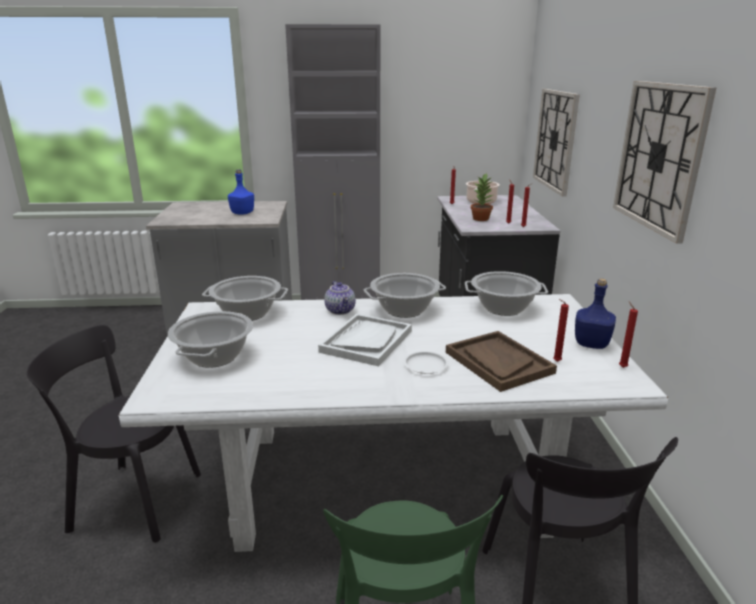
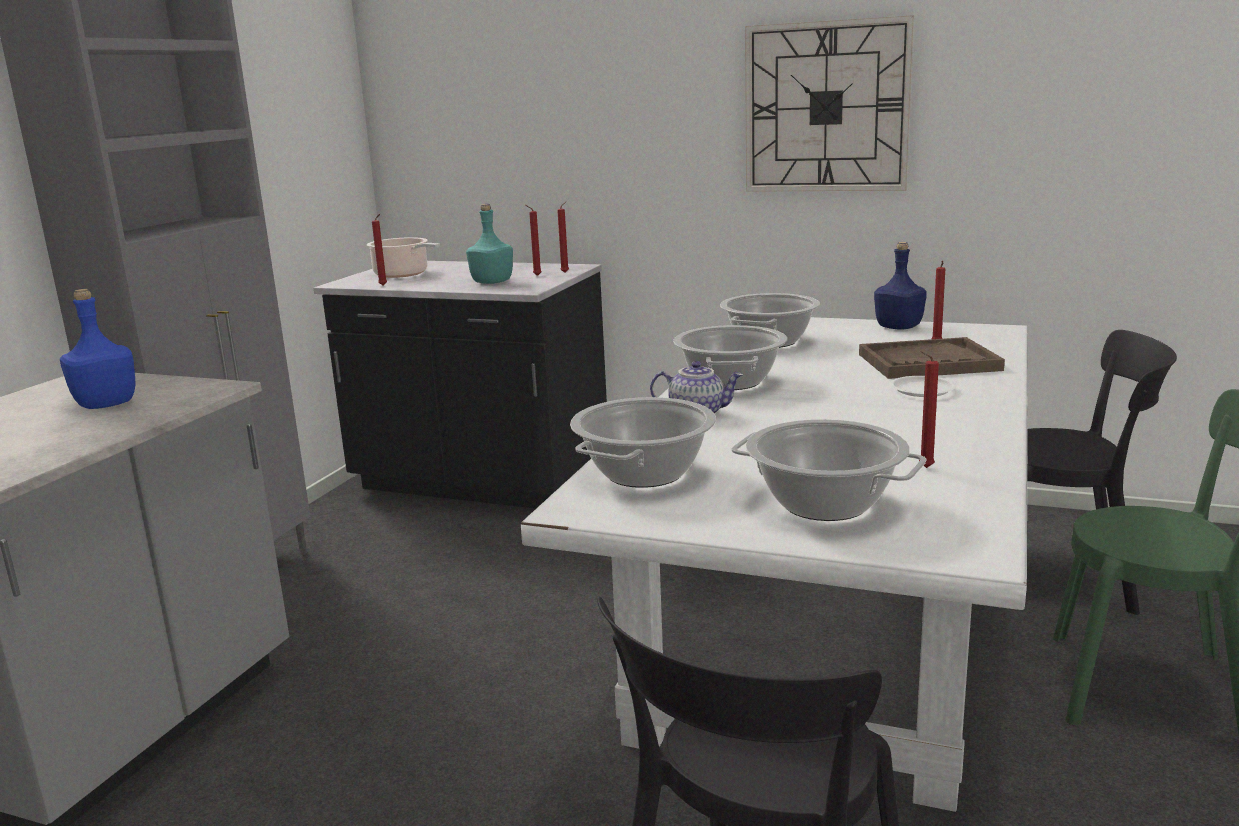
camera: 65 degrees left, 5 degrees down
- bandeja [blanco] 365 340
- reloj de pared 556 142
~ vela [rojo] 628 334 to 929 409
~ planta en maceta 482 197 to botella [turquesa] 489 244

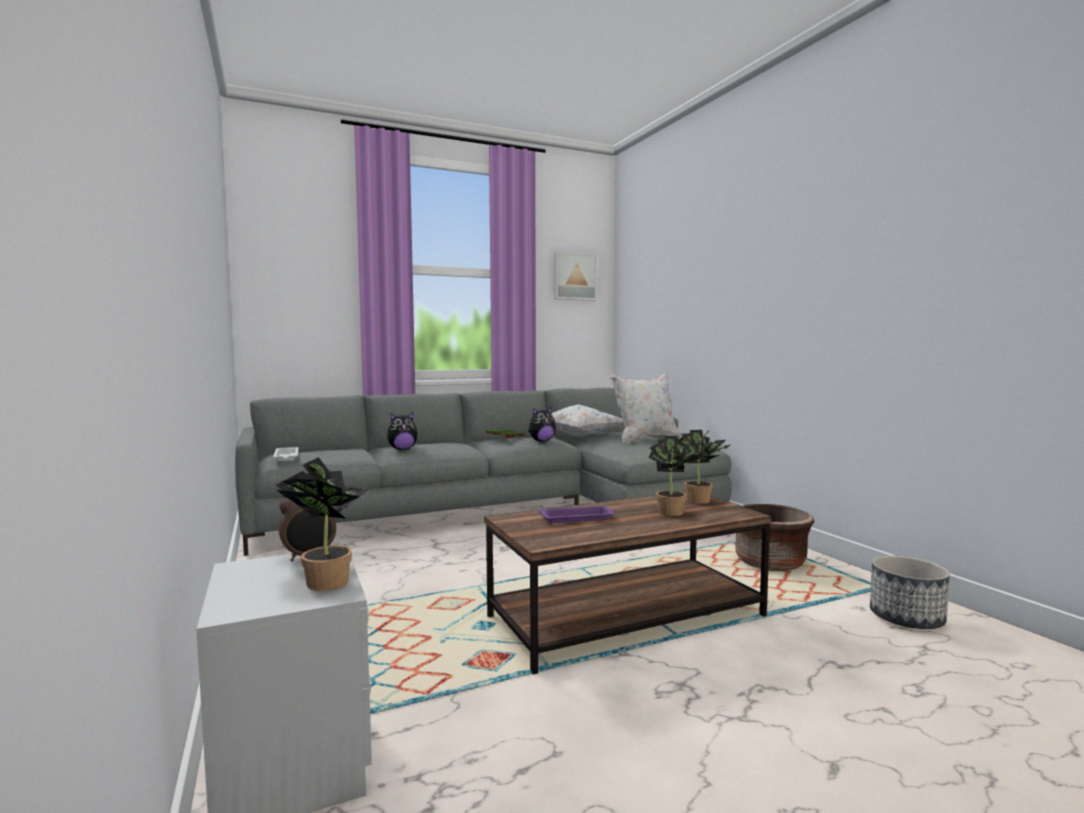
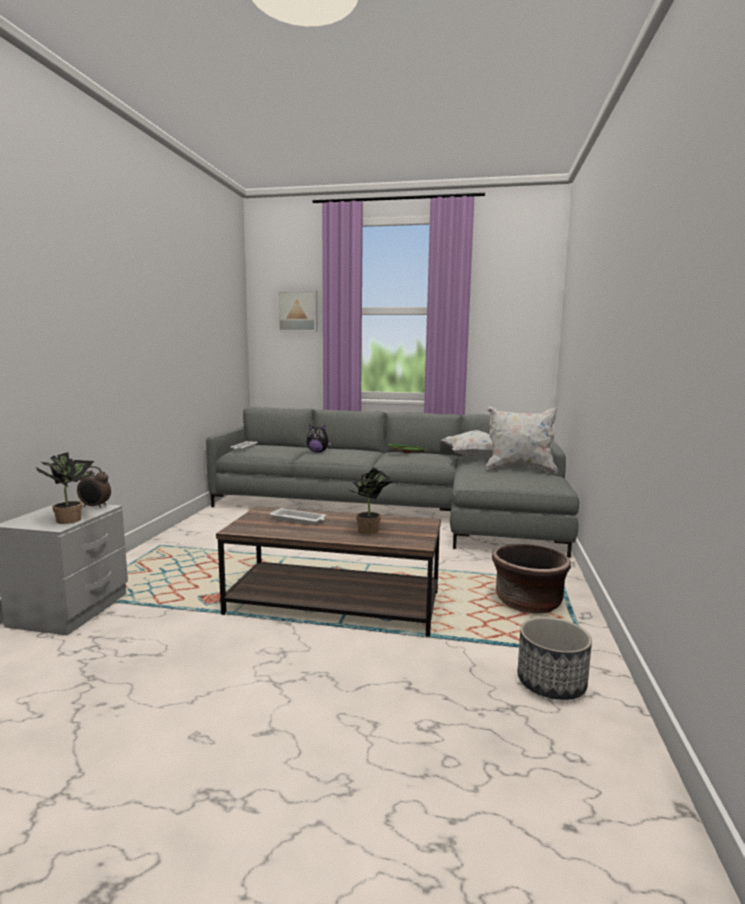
camera: 35 degrees right, 5 degrees up
- peluche 542 424
- planta en maceta 704 467
~ cuadro 575 276 to 297 311
~ bandeja [morado] 576 514 to bandeja [blanco] 297 516

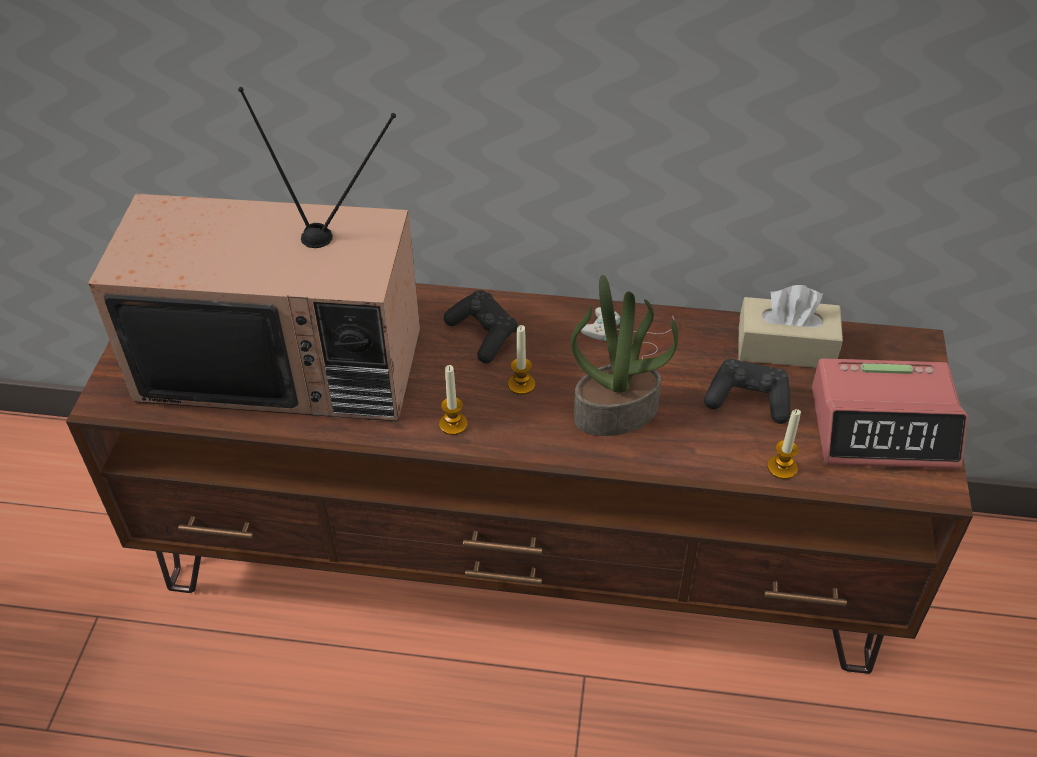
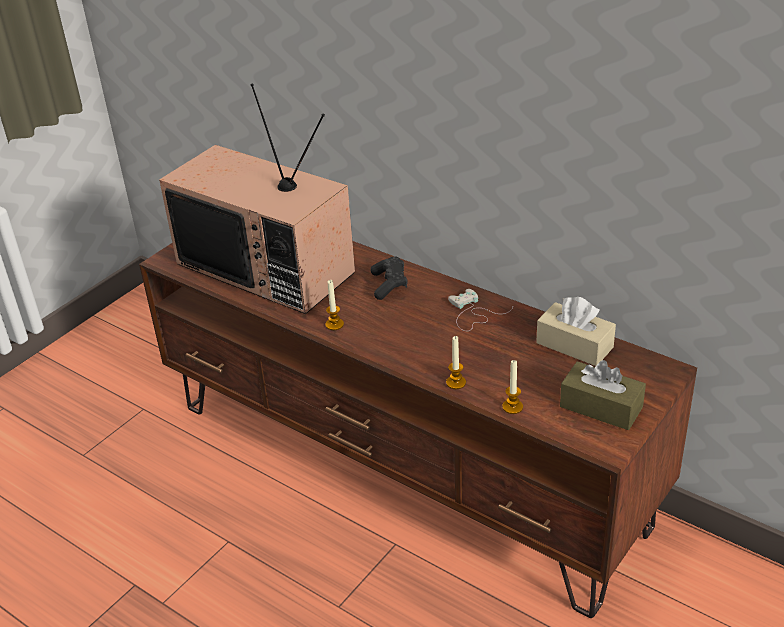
camera: 30 degrees right, 10 degrees down
- planta en maceta 624 355
- mando de consola [negro] 747 391
~ vela 521 360 to 456 362
~ despertador 890 413 to caja de pañuelos [marrón] 603 395

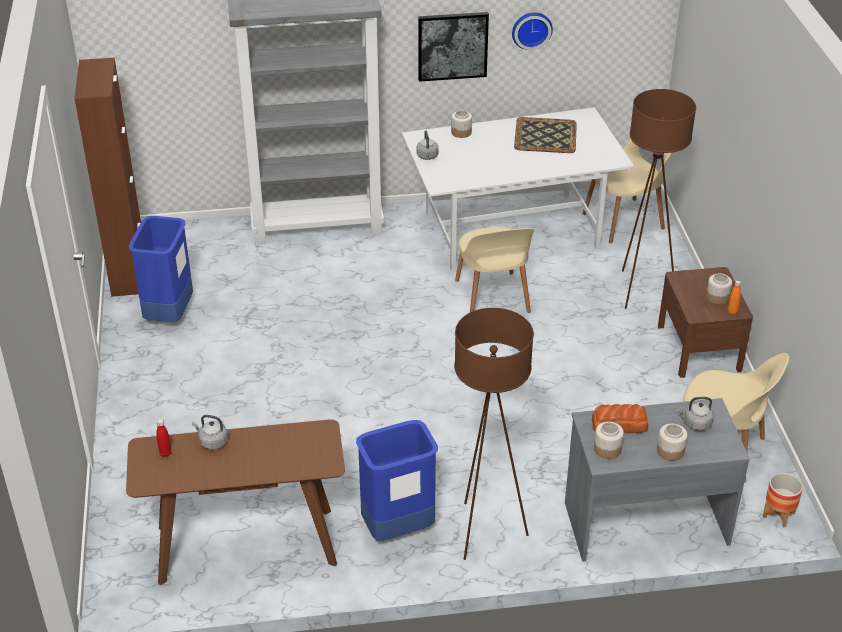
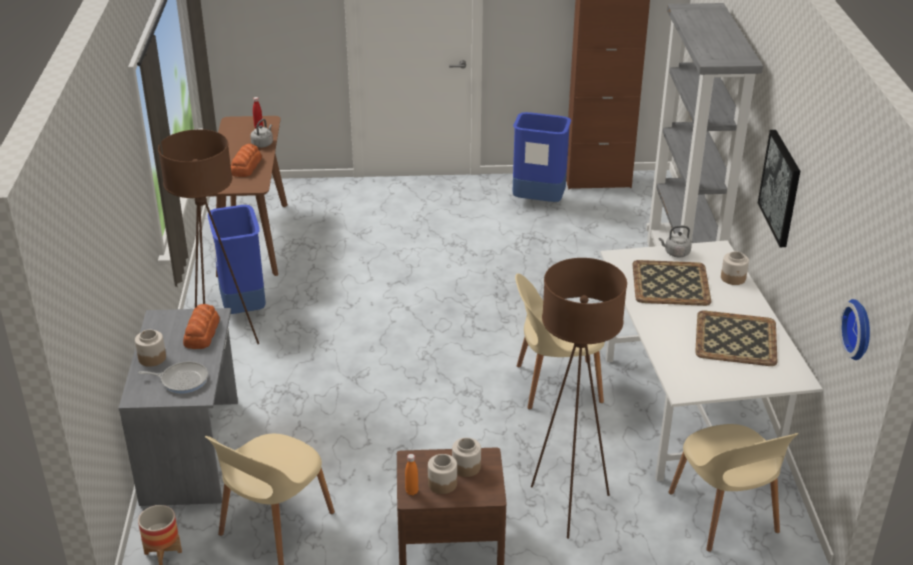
camera: 95 degrees right, 5 degrees down
+ pan 246 160
+ bandeja 671 283
~ reloj de pared 532 31 to 854 329
~ tarro 609 440 to 466 457
~ hervidor [gris] 695 414 to sartén 173 377

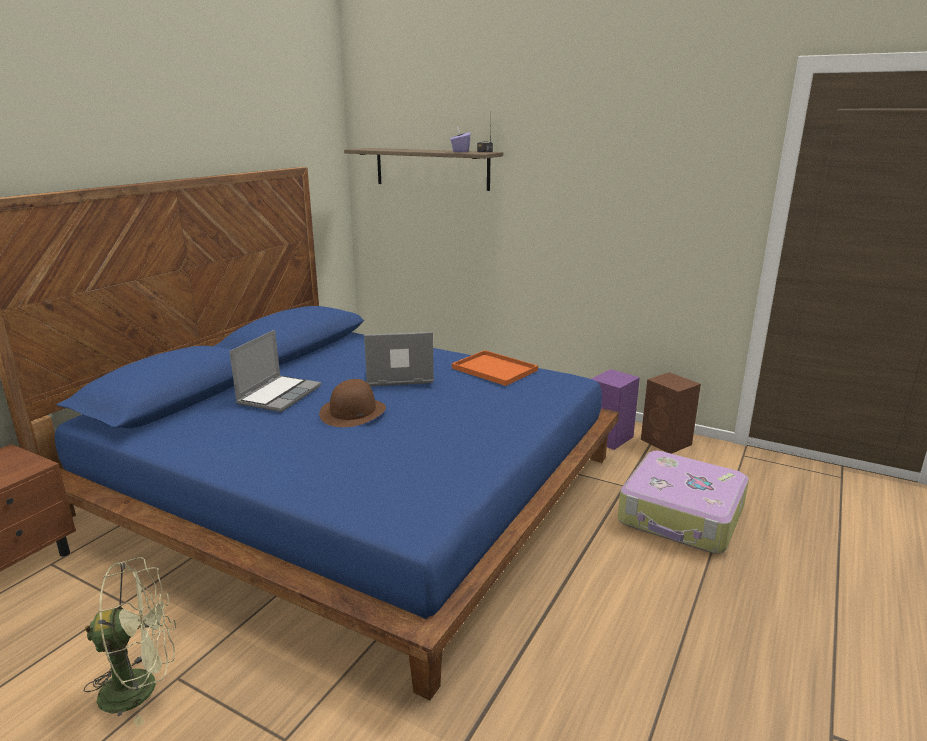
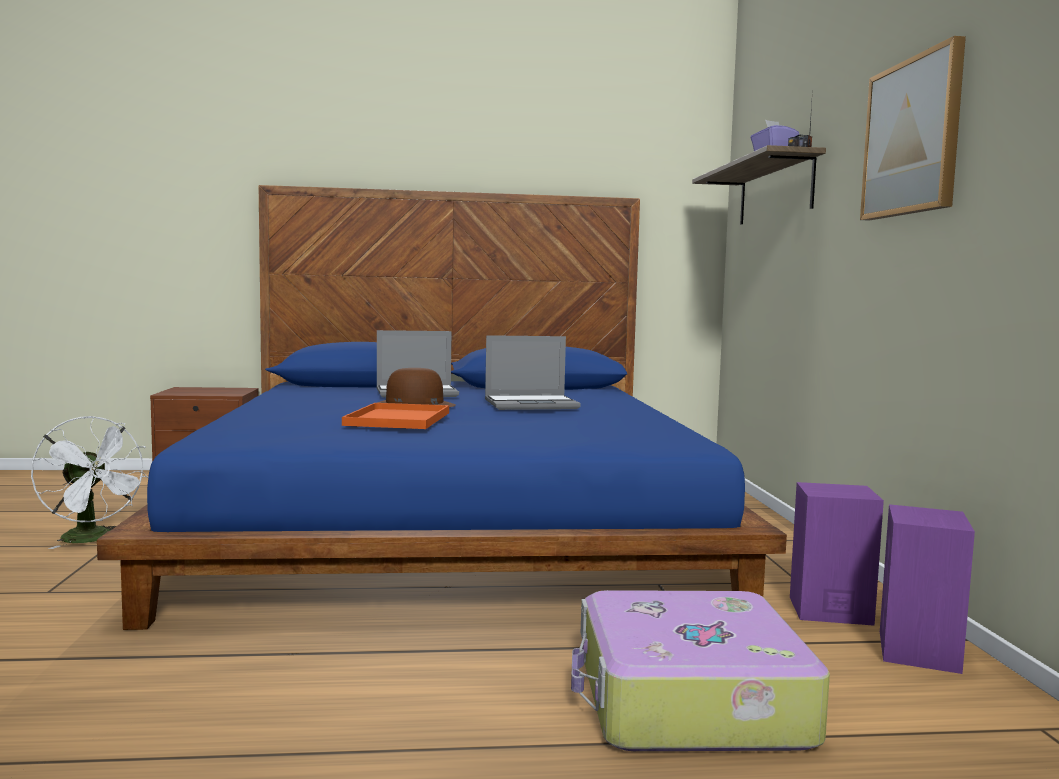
camera: 55 degrees right, 15 degrees down
+ cuadro 913 128
~ bandeja [naranja] 495 368 to 395 416
~ ventilador [verde] 130 642 to ventilador [blanco] 89 482
~ altavoz [marrón] 671 413 to altavoz [morado] 927 589
~ portátil 399 359 = 533 372 120 degrees clockwise

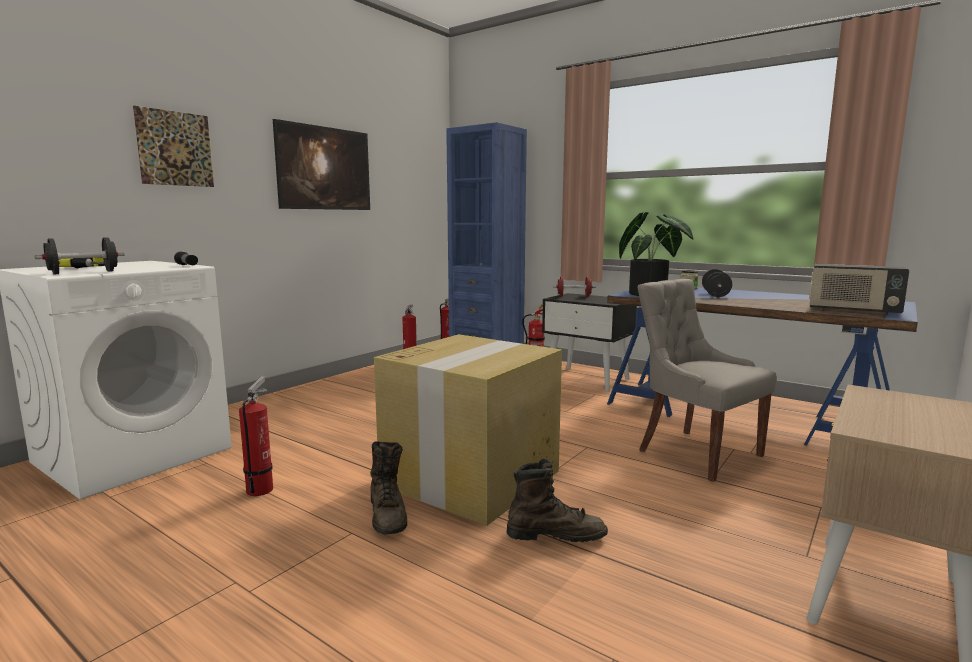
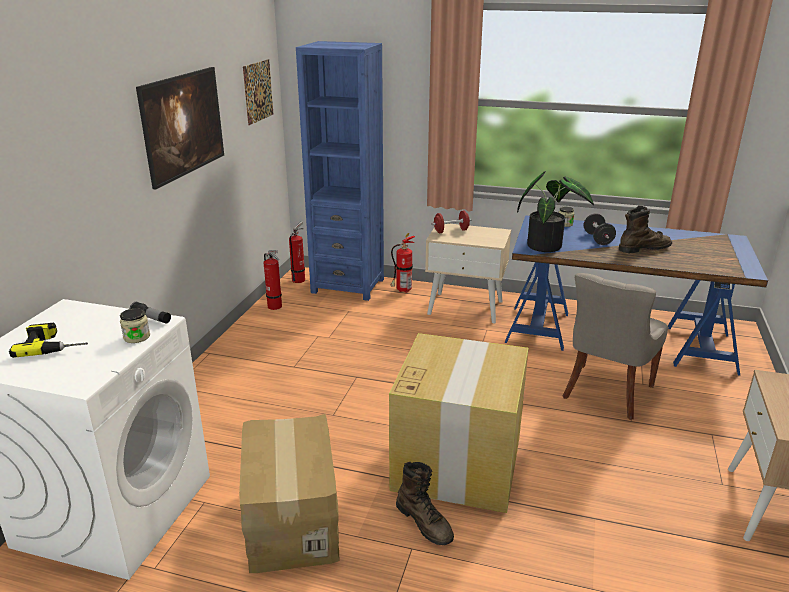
camera: 20 degrees left, 15 degrees up
- mancuerna [negro] 79 255
- radio 859 289
+ tarro 135 325
~ cuadro 173 146 to 258 92
~ bota [marrón] 557 500 to 645 229
~ extintor 256 436 to caja de cartón 289 493
~ mesita de noche [negro] 589 342 to mesita de noche [beis] 468 273
~ silla [gris] 707 380 = 615 346 90 degrees counterclockwise

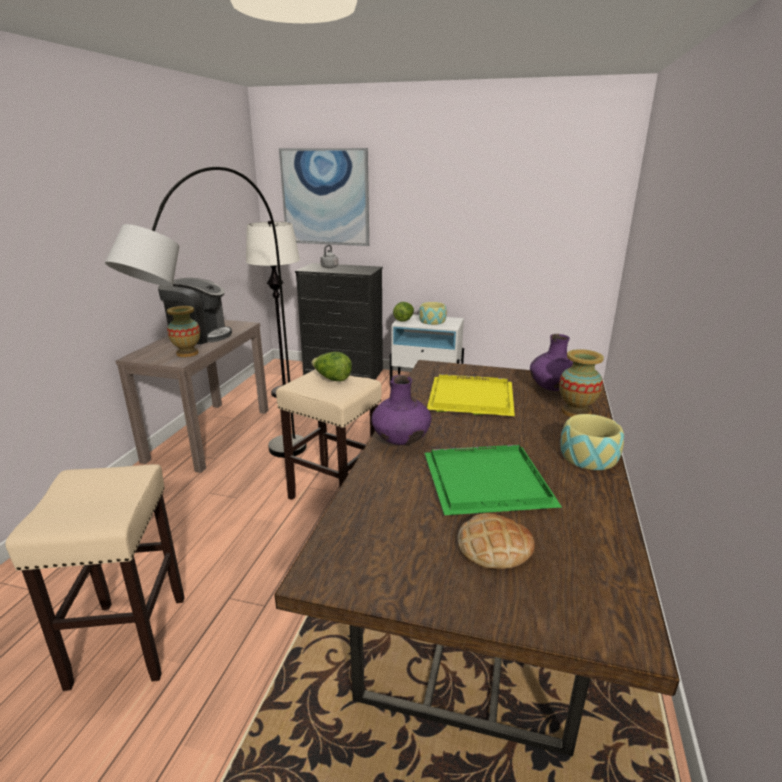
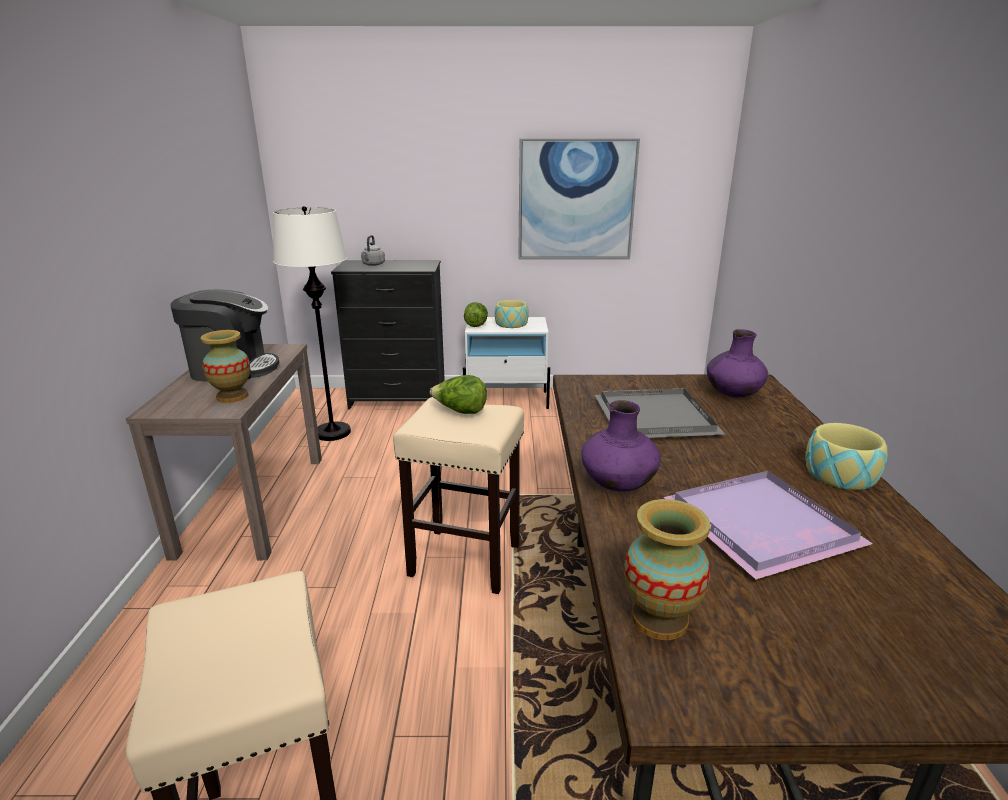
camera: 15 degrees left, 0 degrees up
- lámpara de pie [gris] 206 312
- pan 496 541
~ cuadro 324 197 to 579 199
~ florero 581 383 to 667 569
~ bandeja [verde] 493 480 to bandeja [morado] 768 525
~ bandeja [amarillo] 471 395 to bandeja [gris] 660 413

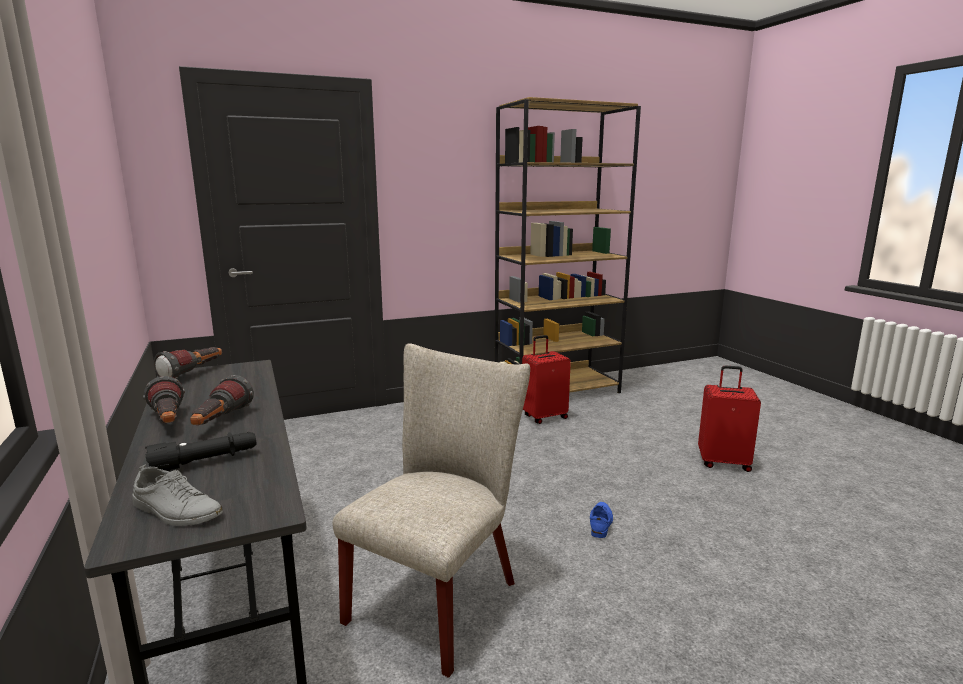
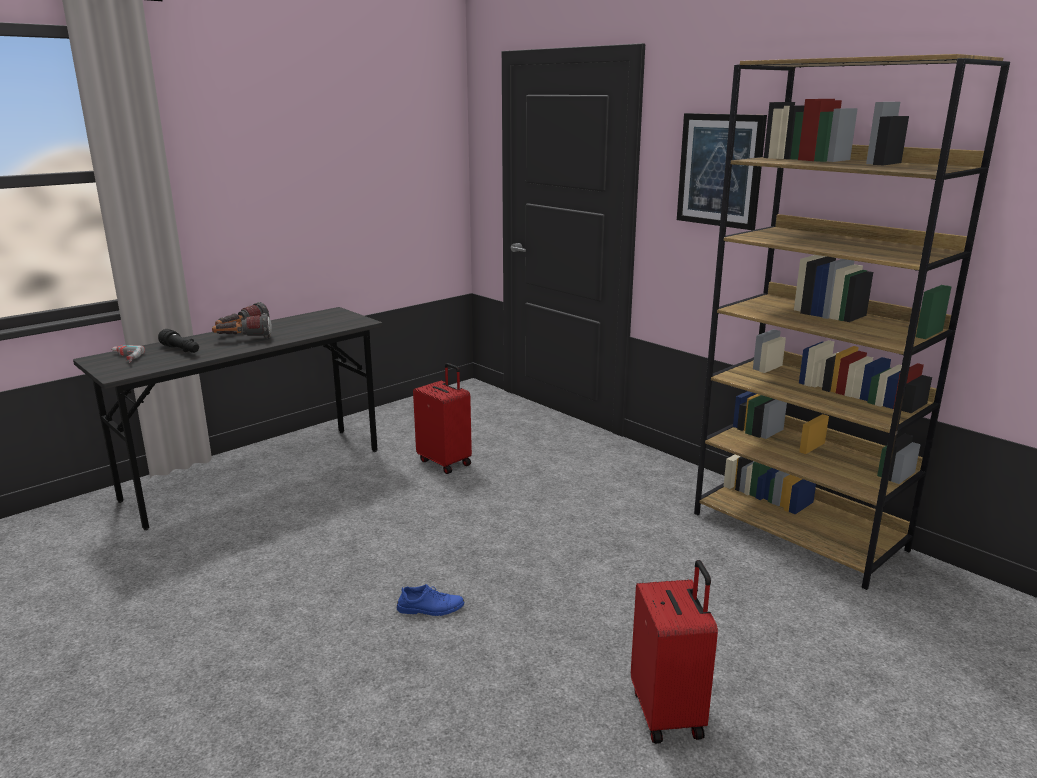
camera: 70 degrees right, 5 degrees up
- linterna 188 363
- silla [beis] 431 510
+ cuadro 722 171
~ maleta [rojo] 546 379 to 442 418
~ zapato [gris] 177 495 to taladro 128 354

